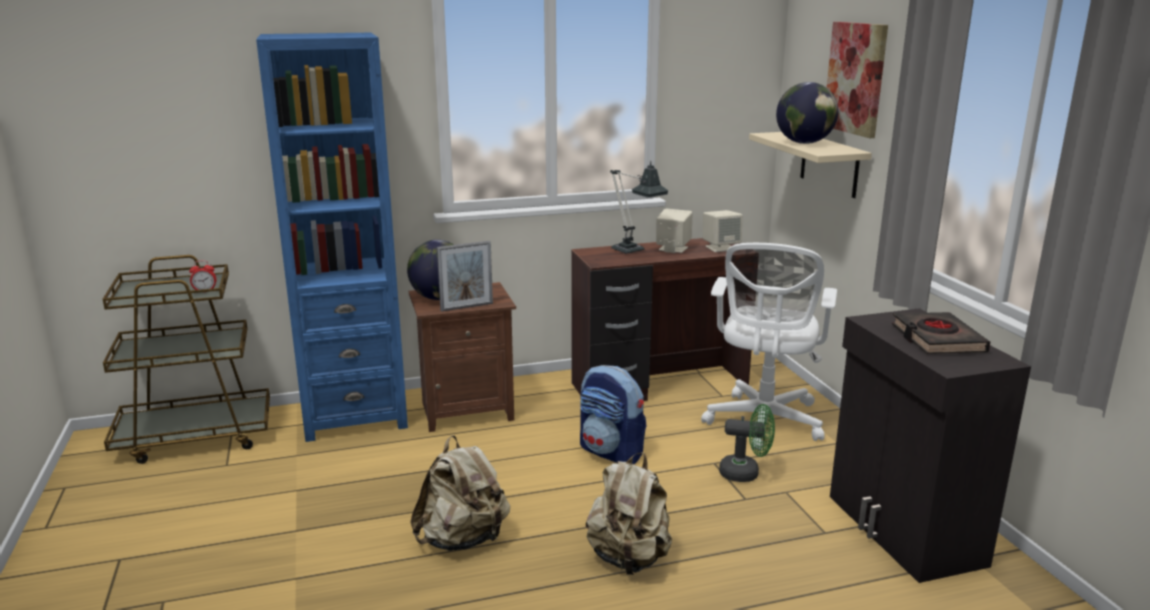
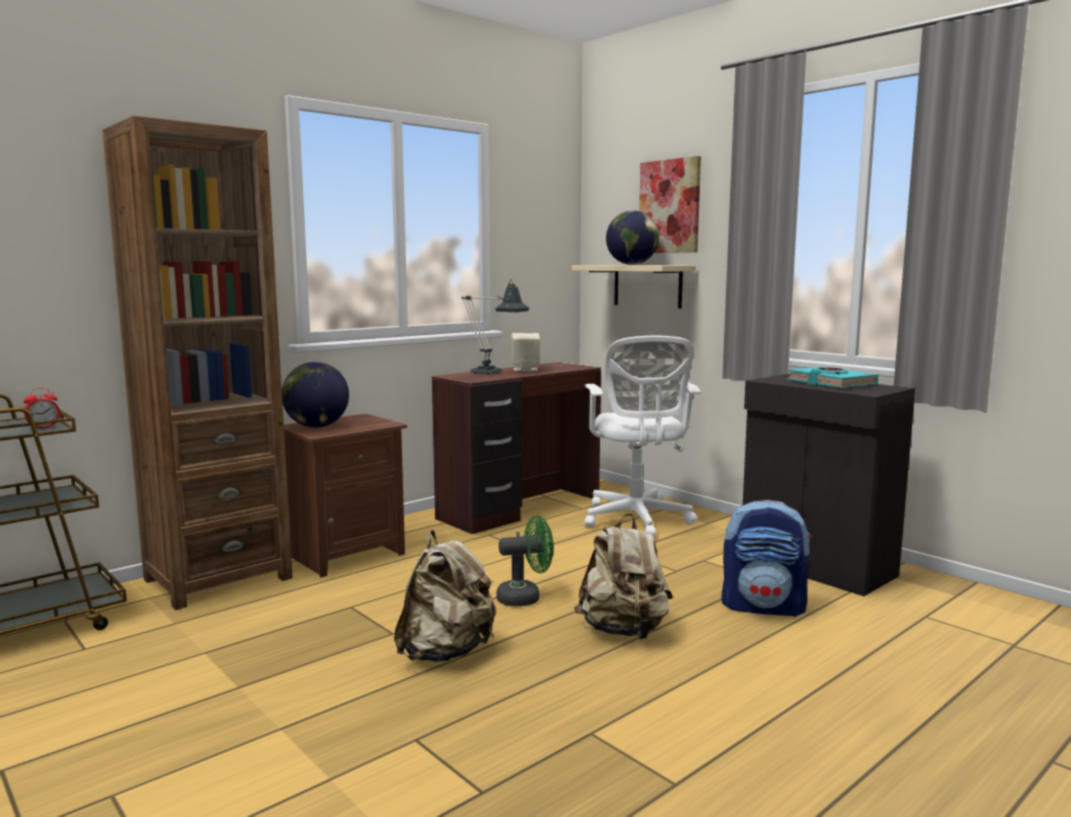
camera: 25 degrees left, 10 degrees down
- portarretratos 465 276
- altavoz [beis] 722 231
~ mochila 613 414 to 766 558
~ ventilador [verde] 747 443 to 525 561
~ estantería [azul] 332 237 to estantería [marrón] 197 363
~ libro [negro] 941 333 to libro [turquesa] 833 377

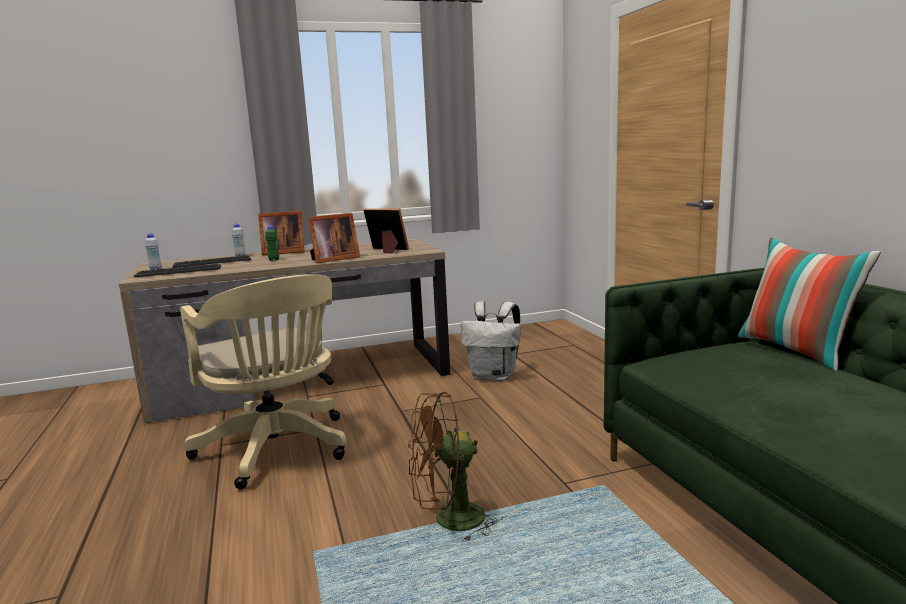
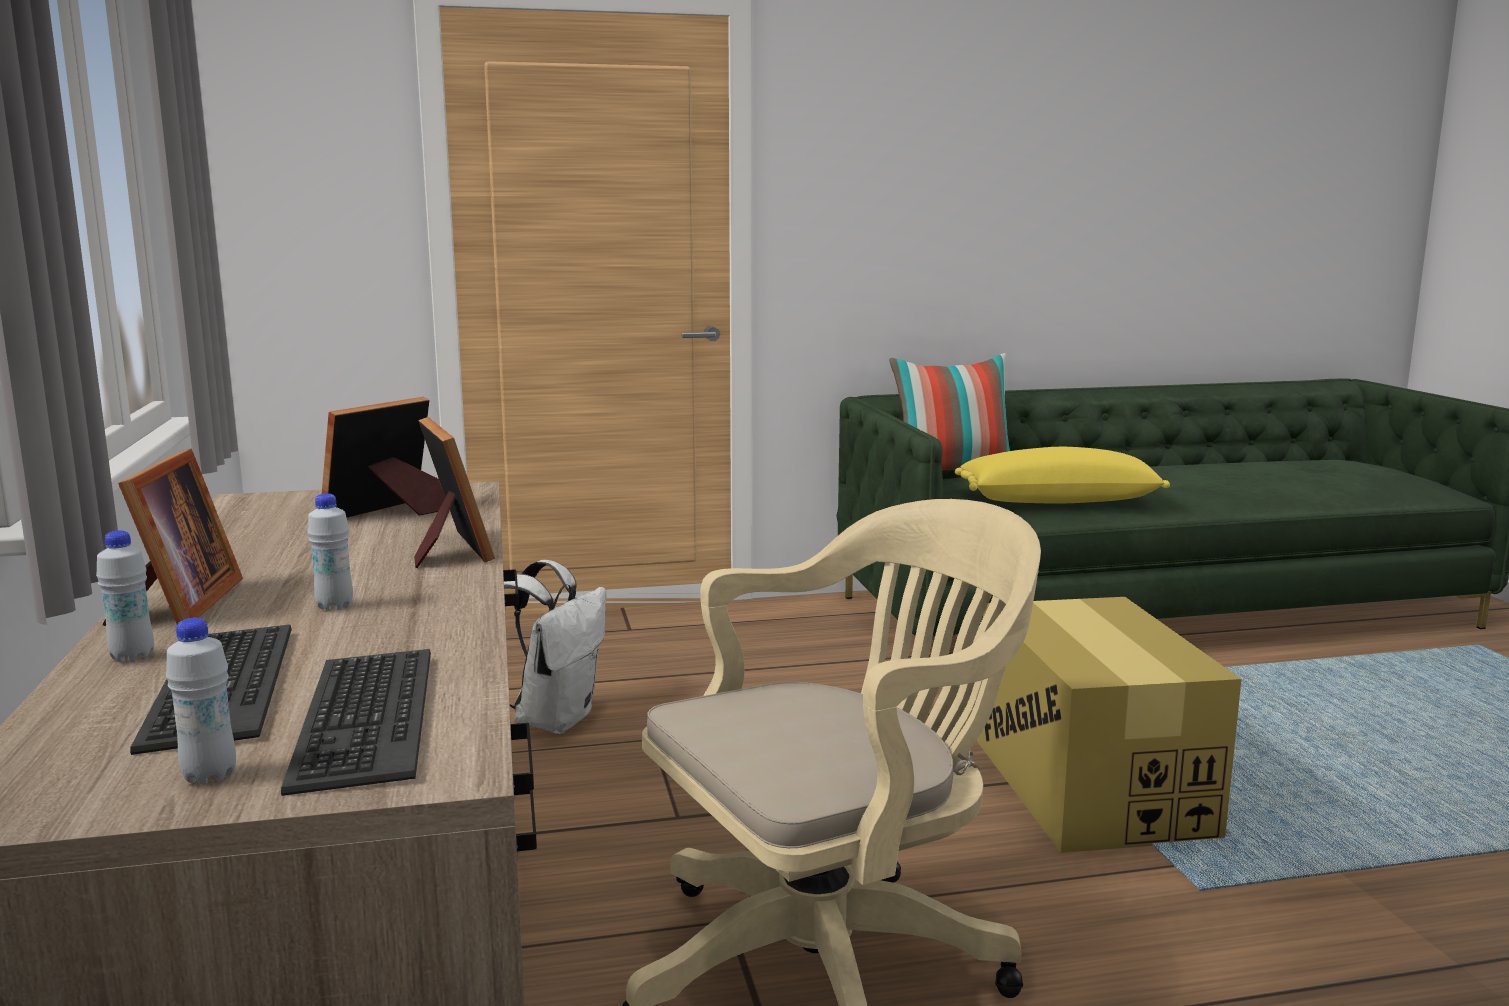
camera: 85 degrees left, 0 degrees up
+ cojín [amarillo] 1062 475
~ ventilador [marrón] 455 467 to caja de cartón 1109 725
~ botella [verde] 272 243 to botella [blanco] 330 552

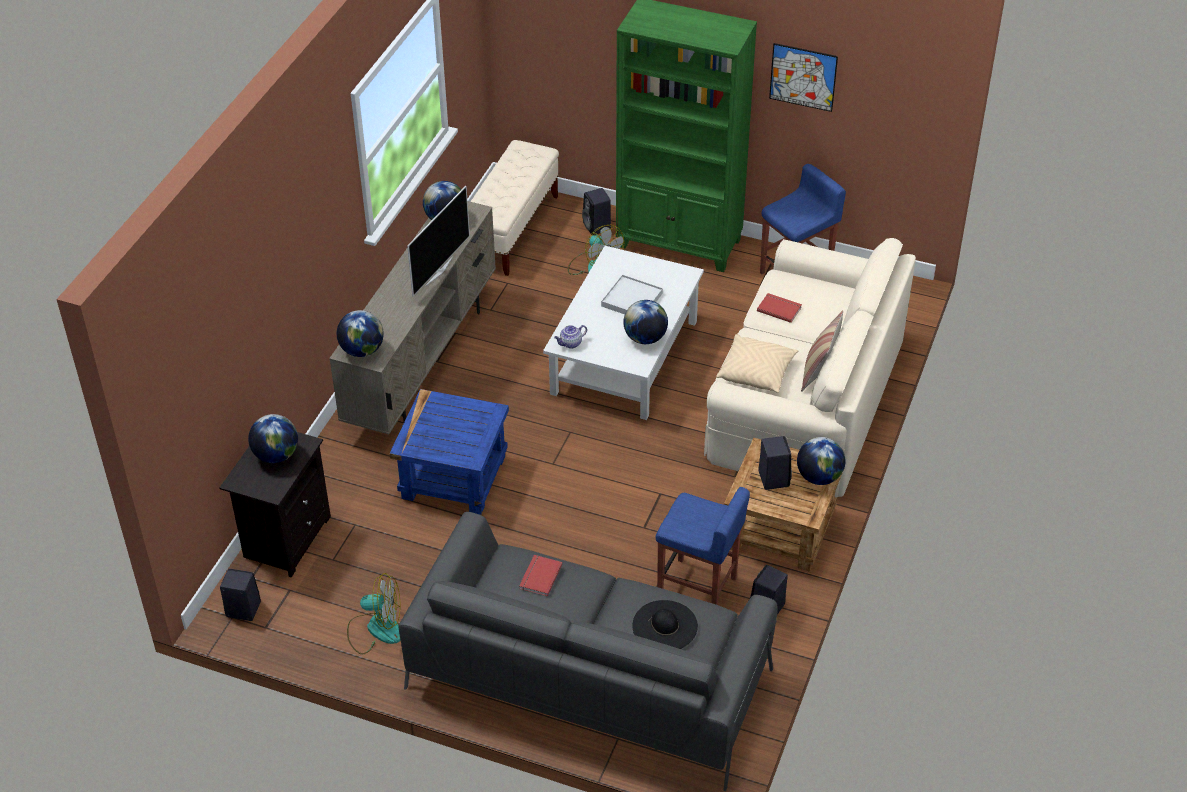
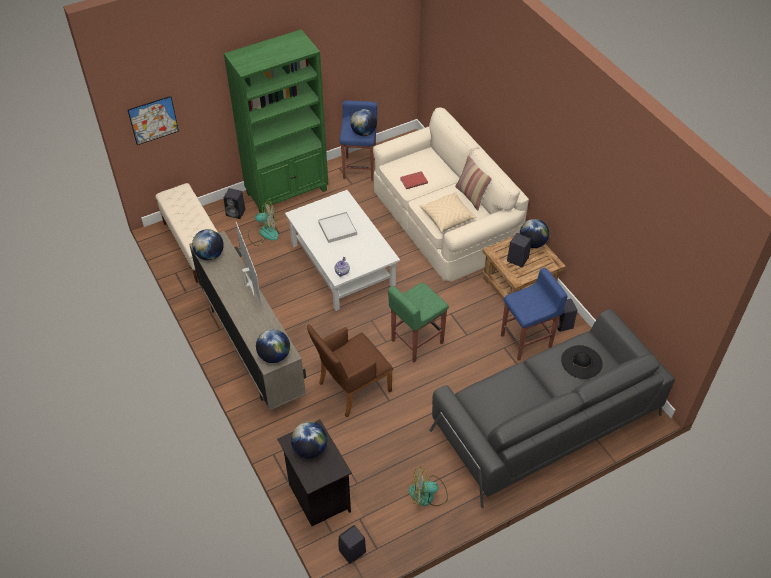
camera: 50 degrees left, 5 degrees up
- libro [rojo] 541 575
+ taburete [verde] 418 322
~ globo terráqueo 645 322 to 363 122
~ cuadro 803 77 to 153 120
~ mesa auxiliar [azul] 449 452 to sillón [marrón] 350 371
~ ventilador 374 614 = 428 486 135 degrees counterclockwise

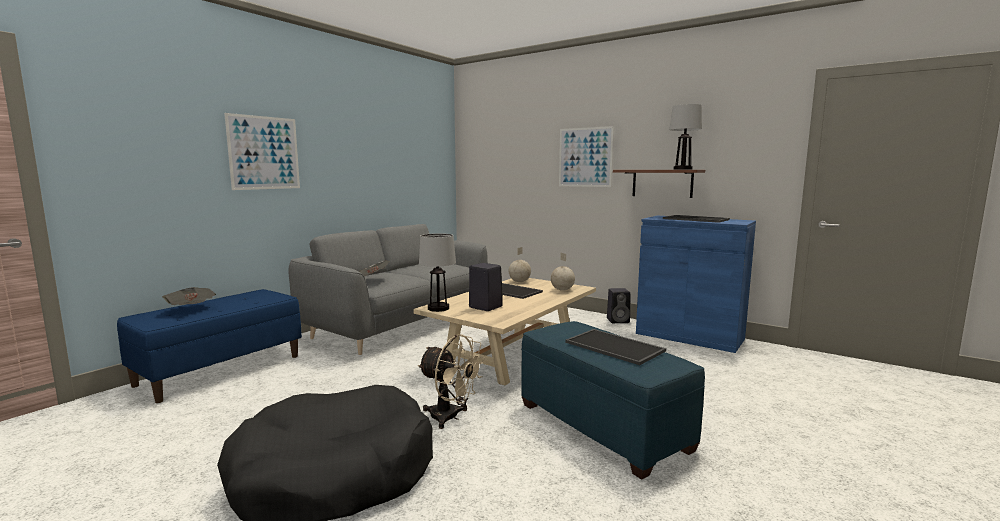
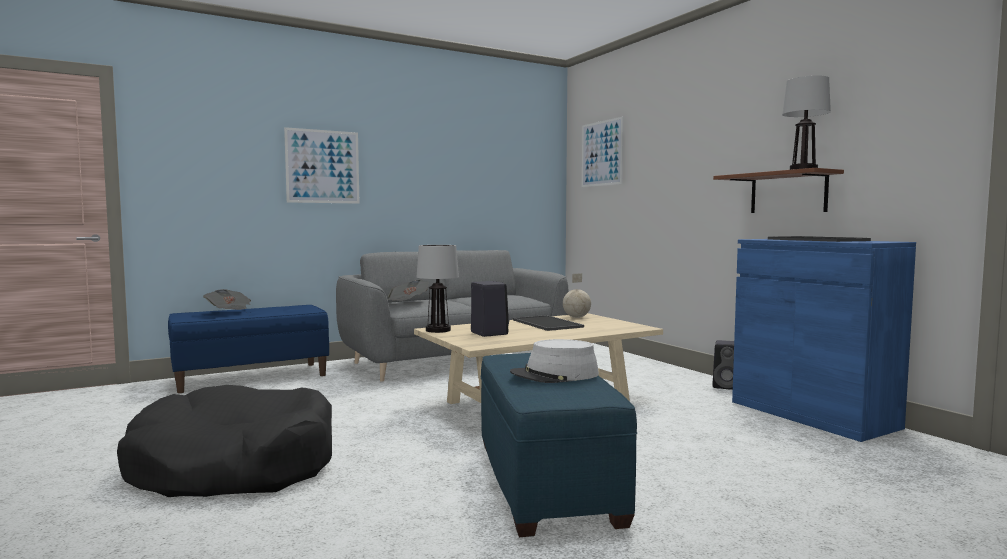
camera: 25 degrees right, 5 degrees down
- ventilador [beis] 451 381
- globo terráqueo 563 272
~ cuadro 586 156 to 603 152
~ bandeja 615 347 to sombrero [gris] 554 361

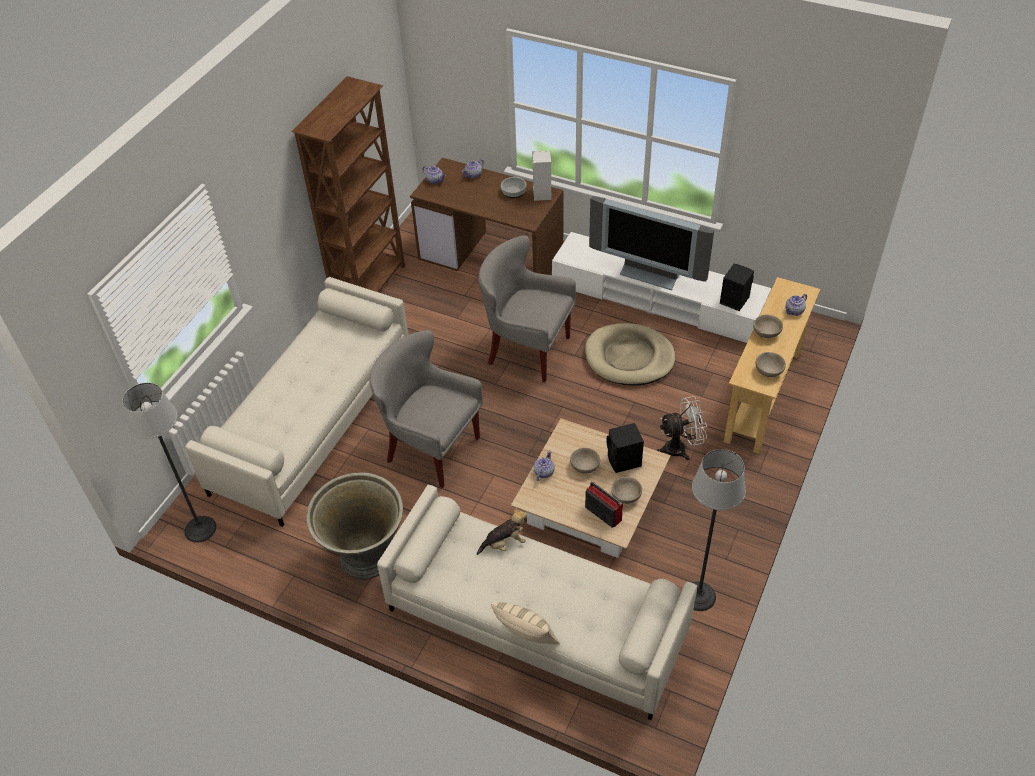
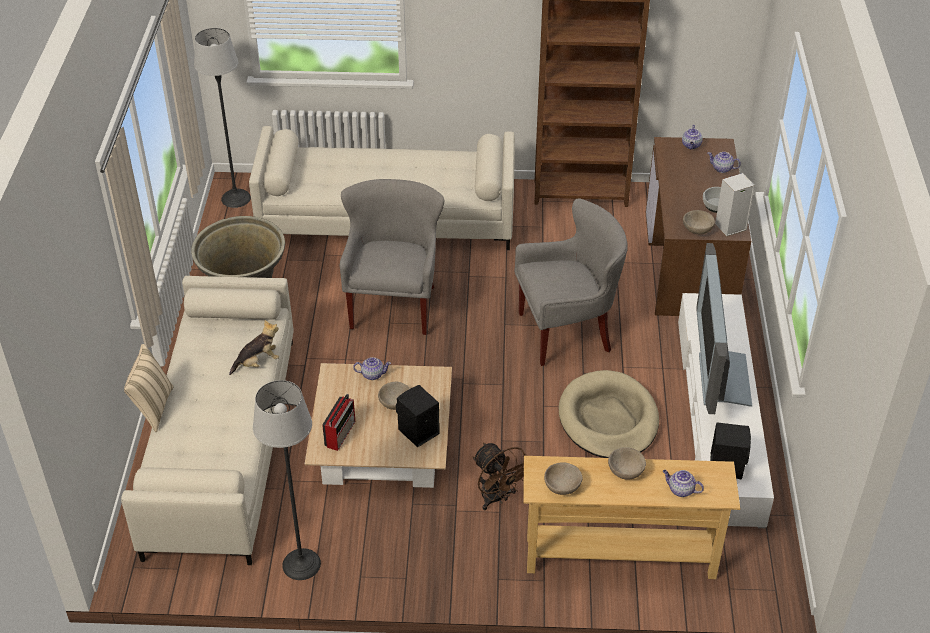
camera: 65 degrees right, 5 degrees down
~ cuenco [beis] 626 490 to 699 222
~ ventilador [blanco] 682 428 to ventilador [marrón] 500 477
~ peluche 502 531 = 254 347 75 degrees counterclockwise
~ sillón [gris] 527 308 = 571 282 75 degrees clockwise

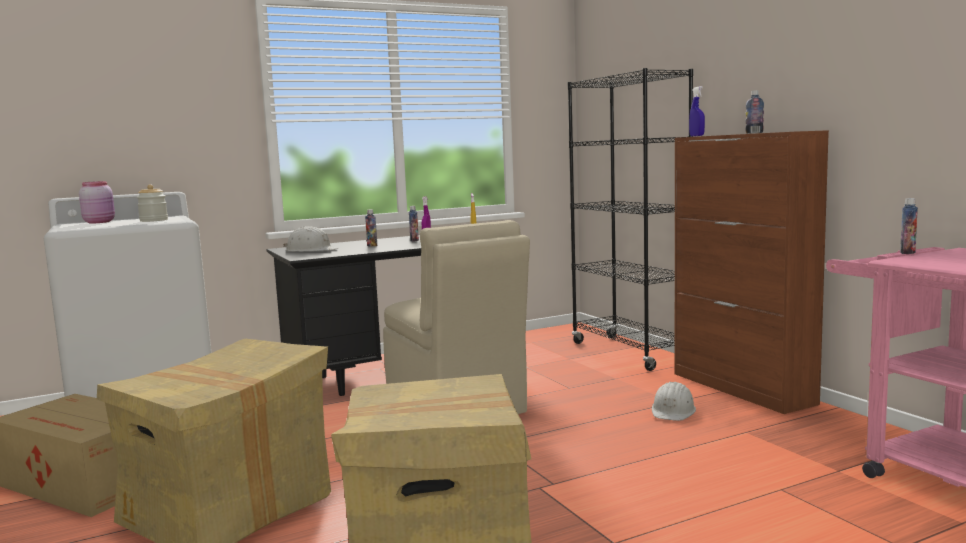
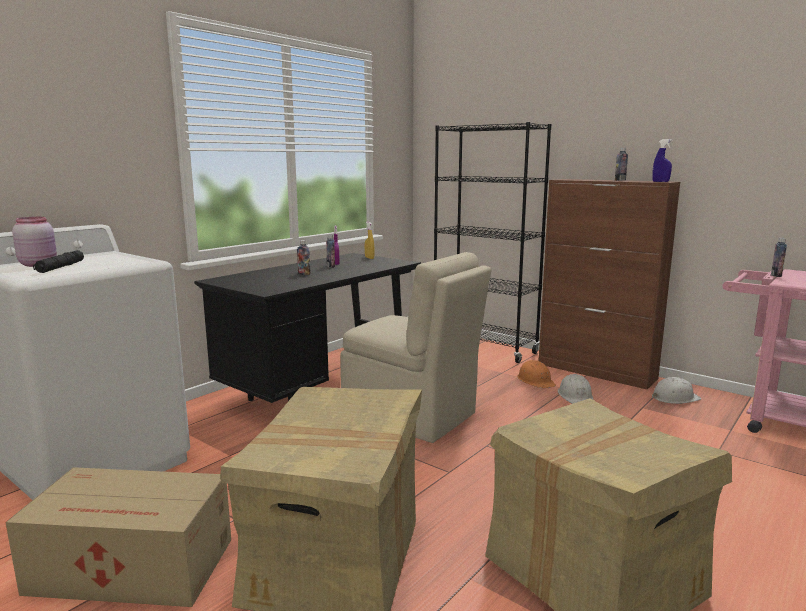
camera: 25 degrees left, 5 degrees up
- tarro 152 203
+ linterna [negro] 58 261
+ casco [naranja] 536 374
~ casco [blanco] 311 239 to 676 390
~ pulverizador [azul] 697 111 to 662 160

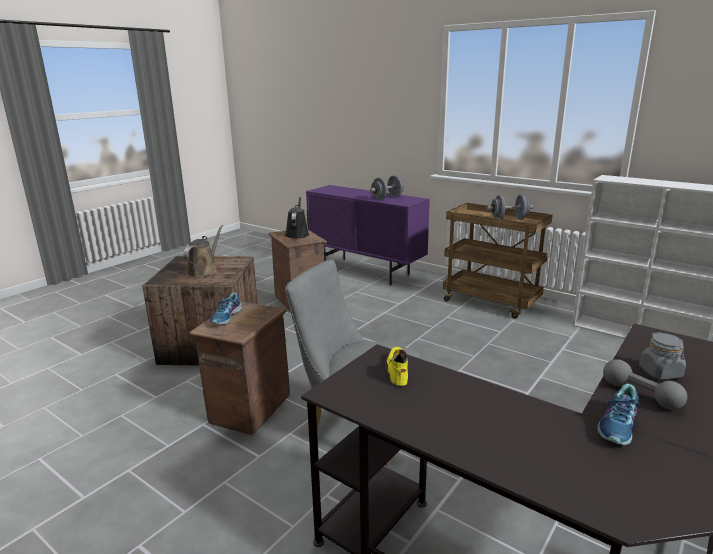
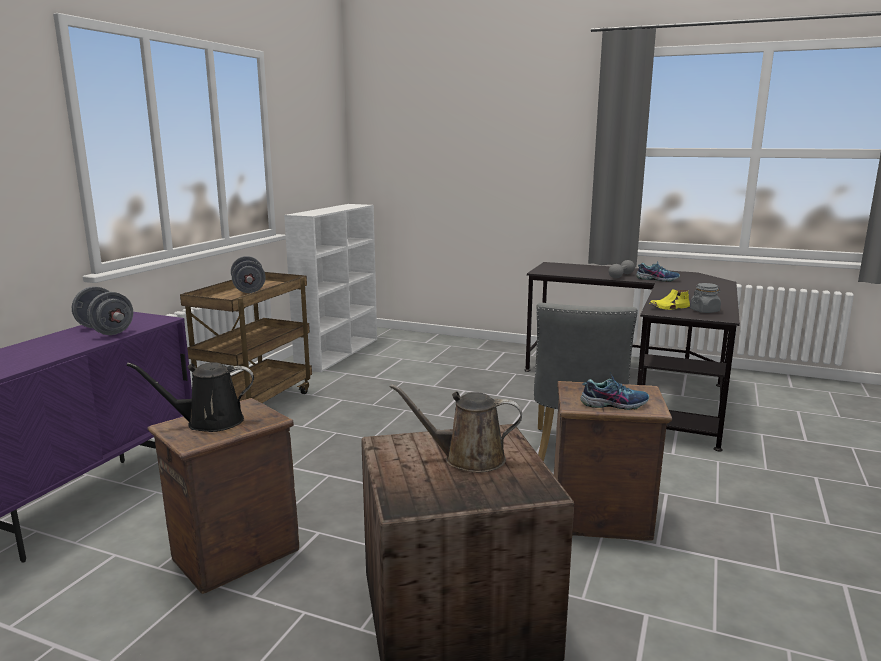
camera: 105 degrees left, 5 degrees down
~ tarro [gris] 662 355 to 705 298

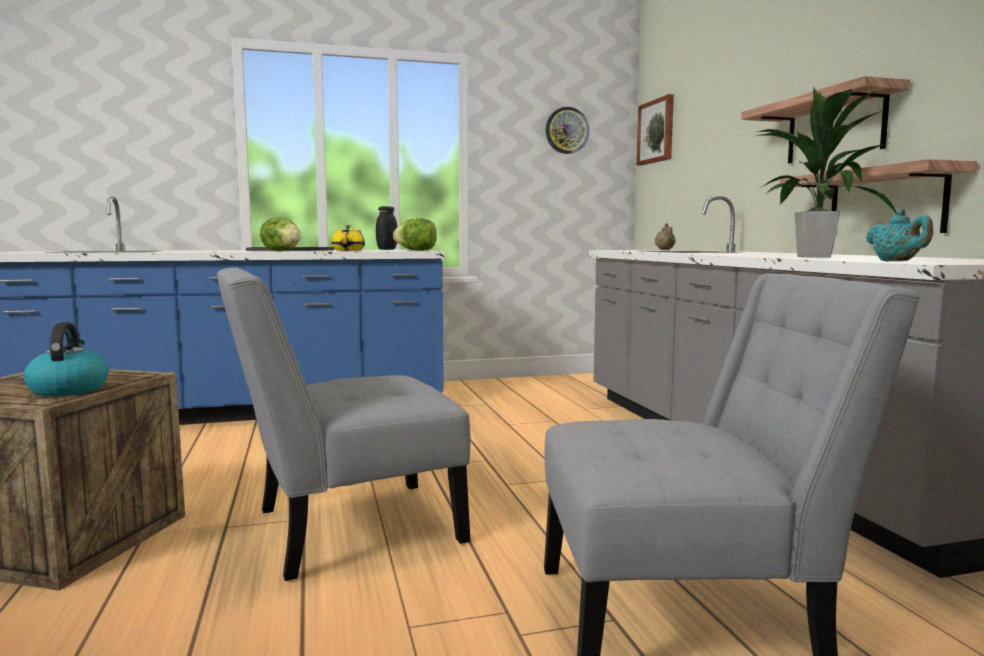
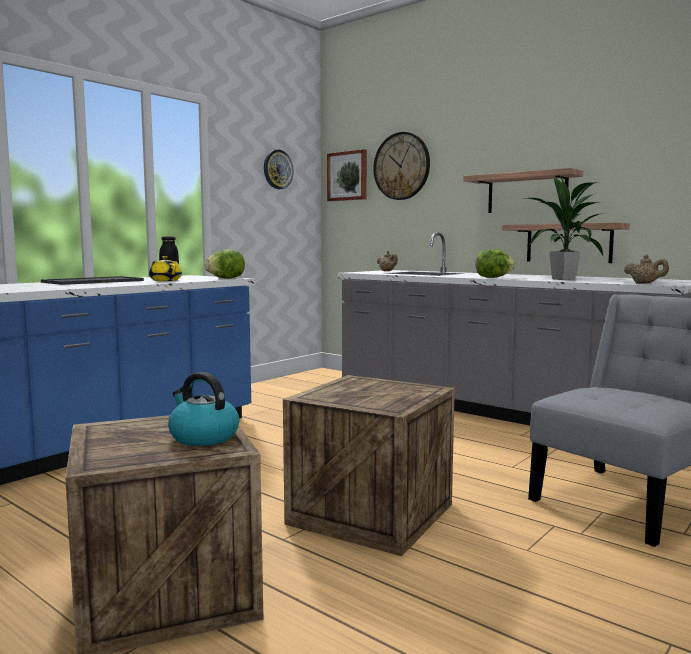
camera: 35 degrees left, 0 degrees up
+ reloj de pared 401 166
~ lechuga 280 234 to 495 263
~ silla [gris] 344 424 to caja de embalaje 369 465
~ tetera [turquesa] 899 235 to tetera [beis] 646 269

